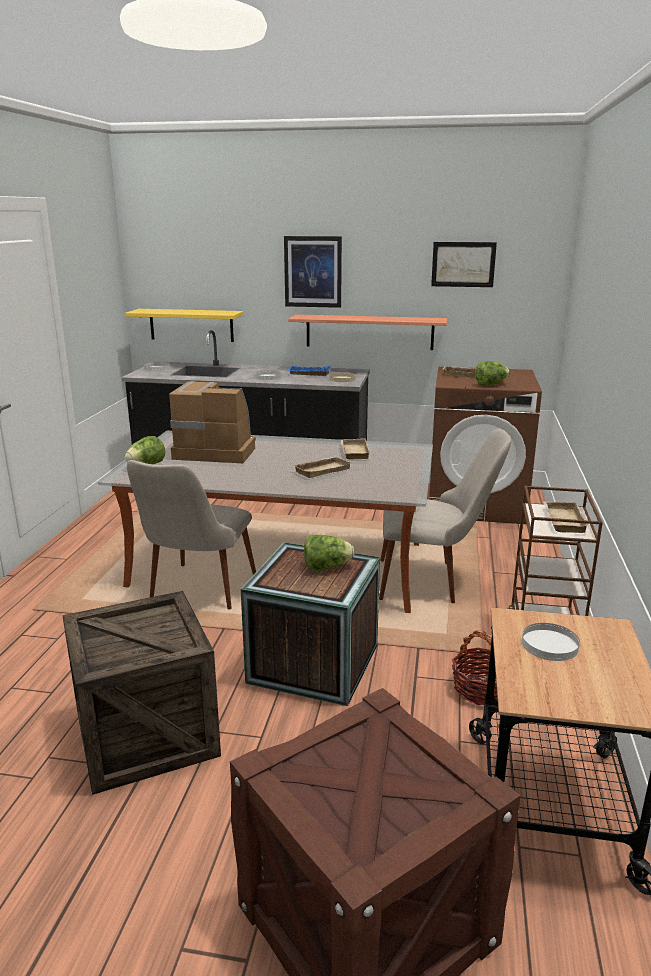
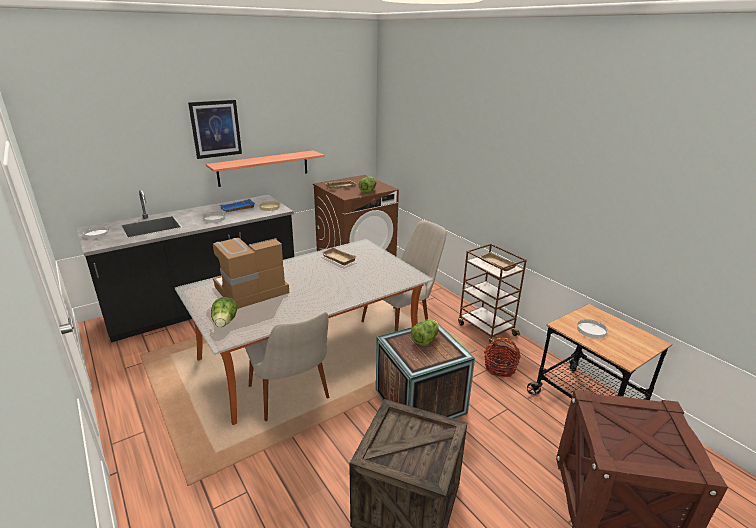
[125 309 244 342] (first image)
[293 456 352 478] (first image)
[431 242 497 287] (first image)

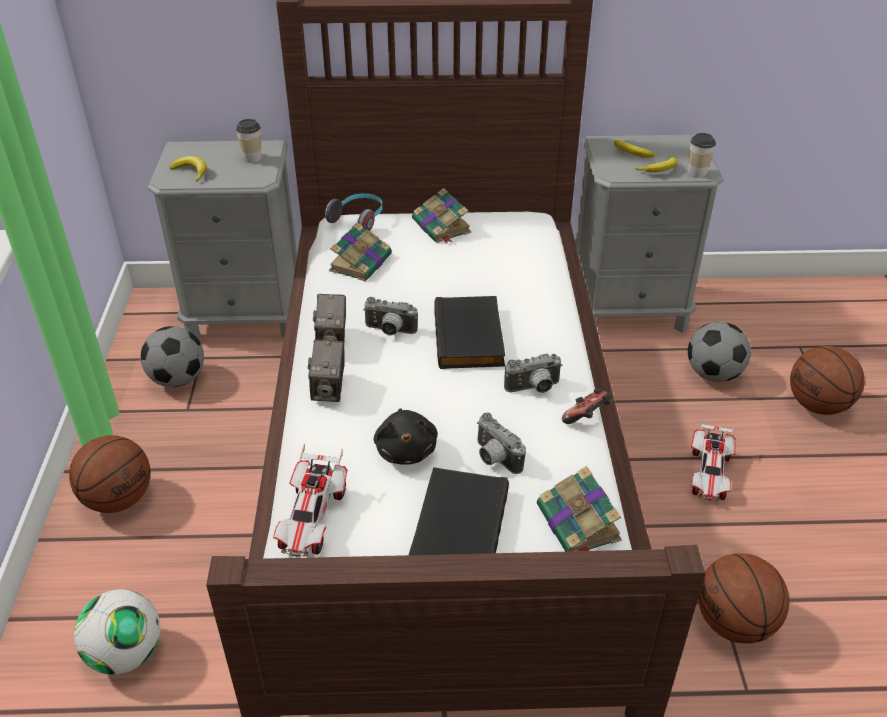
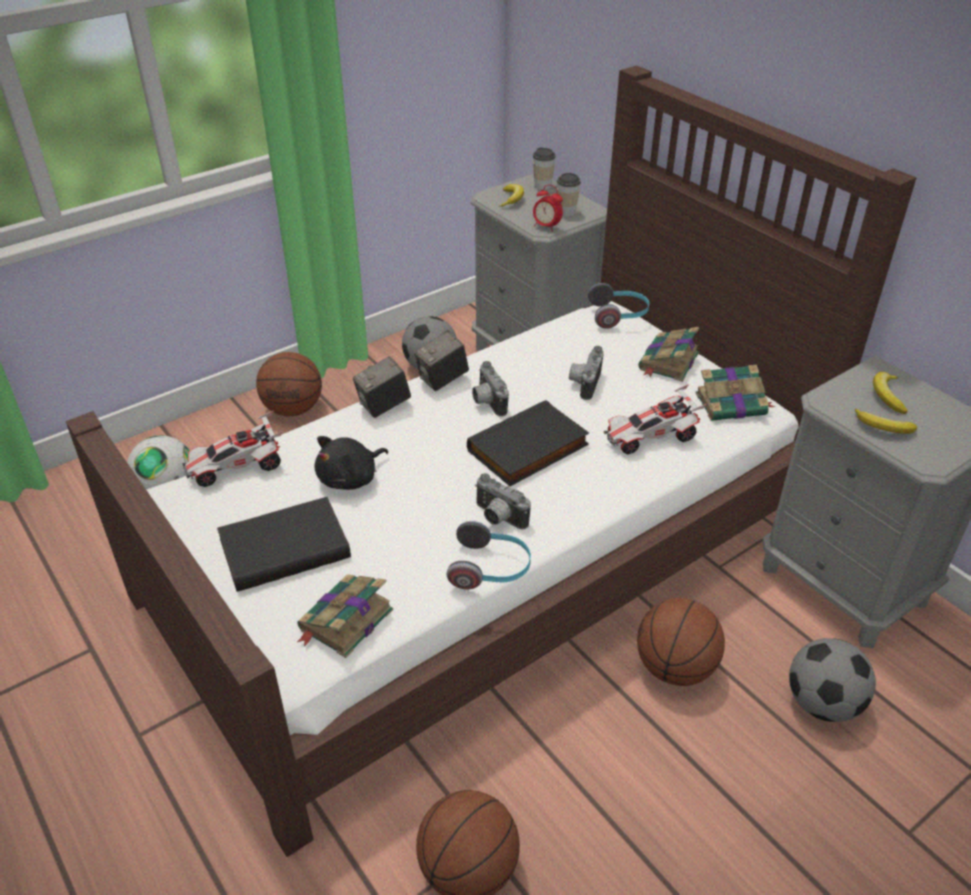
[695 364 775 421]
[569 346 604 400]
[447 521 531 590]
[533 147 556 190]
[604 384 706 454]
[637 598 725 686]
[533 185 563 232]

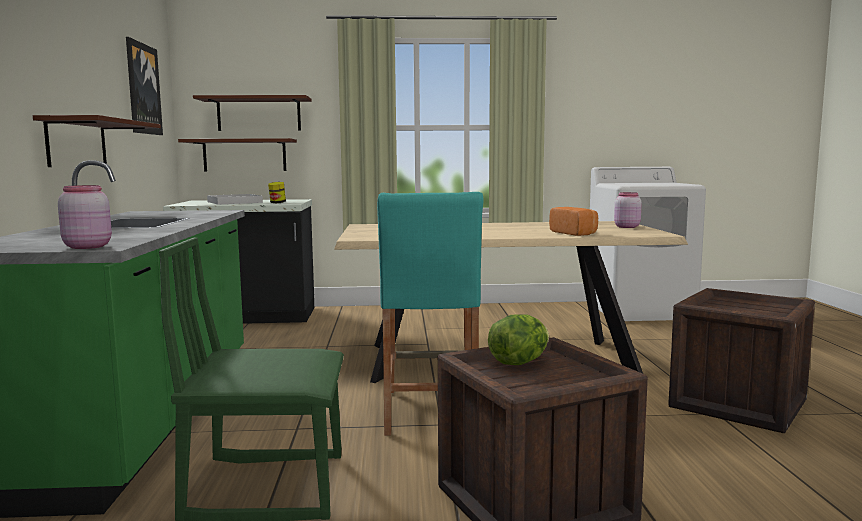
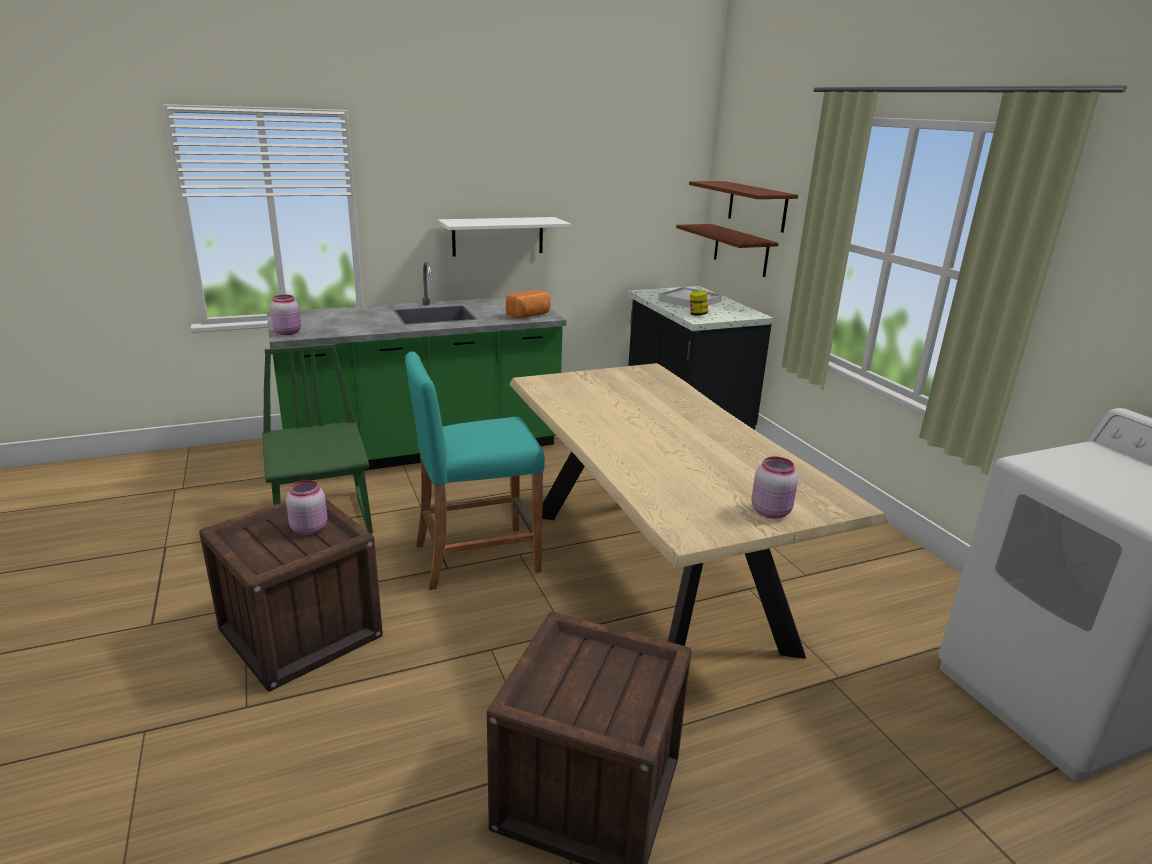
[438 217 571 256]
[126 37 163 135] (first image)
[286 480 328 535]
[506 290 551 318]

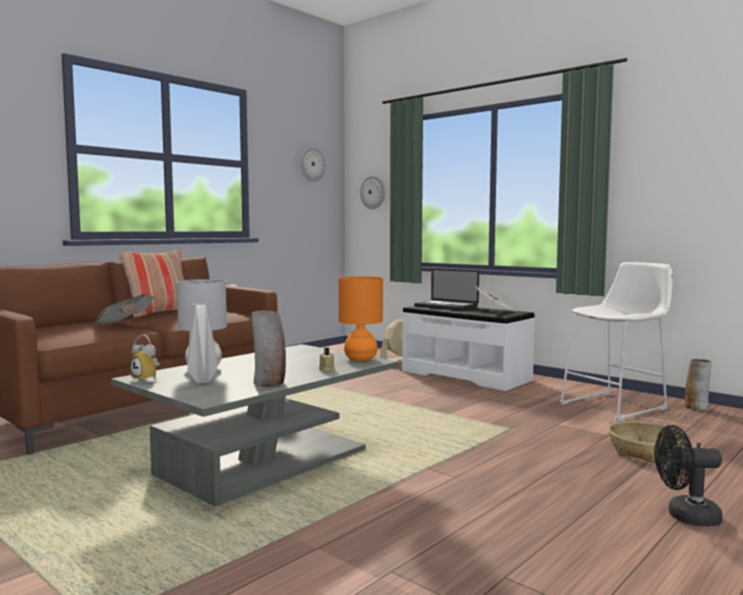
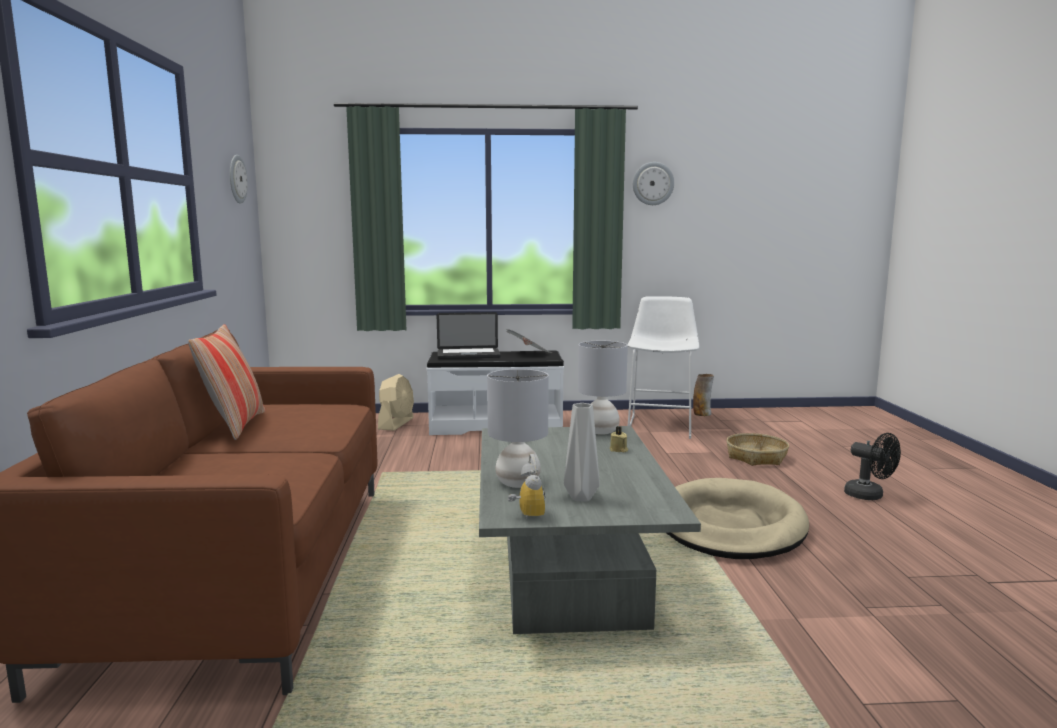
[95 294 154 323] (first image)
[508 454 545 520]
[252 310 286 387] (first image)
[578 341 628 435]
[633 162 674 205]
[844 433 901 500]
[666 478 809 559]

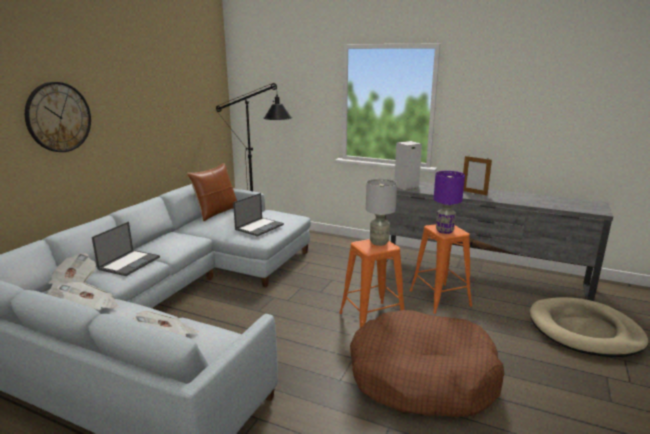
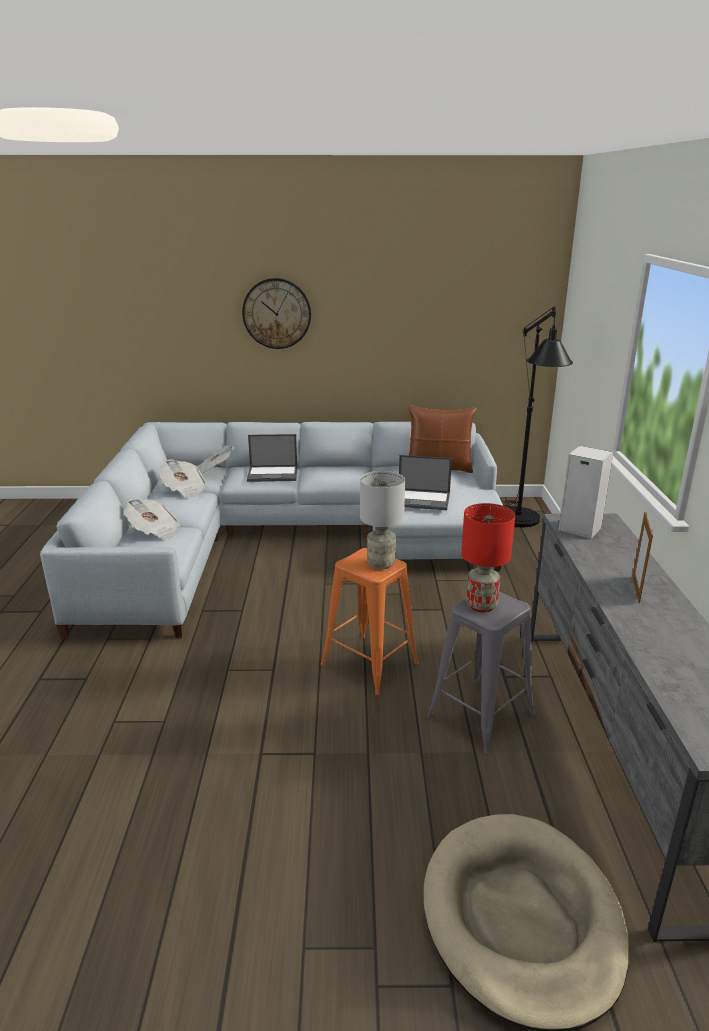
[350 310 504 417] (first image)
[427 591 535 754]
[461 503 515 612]

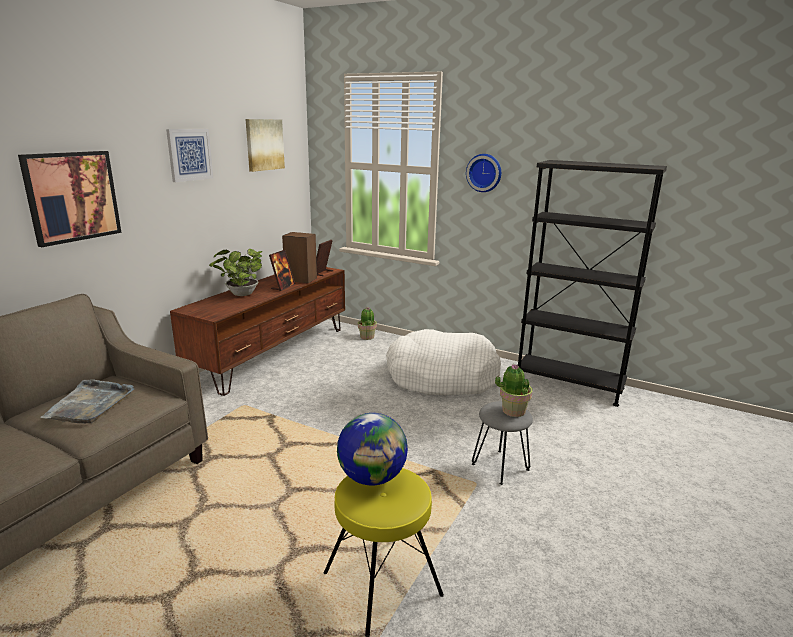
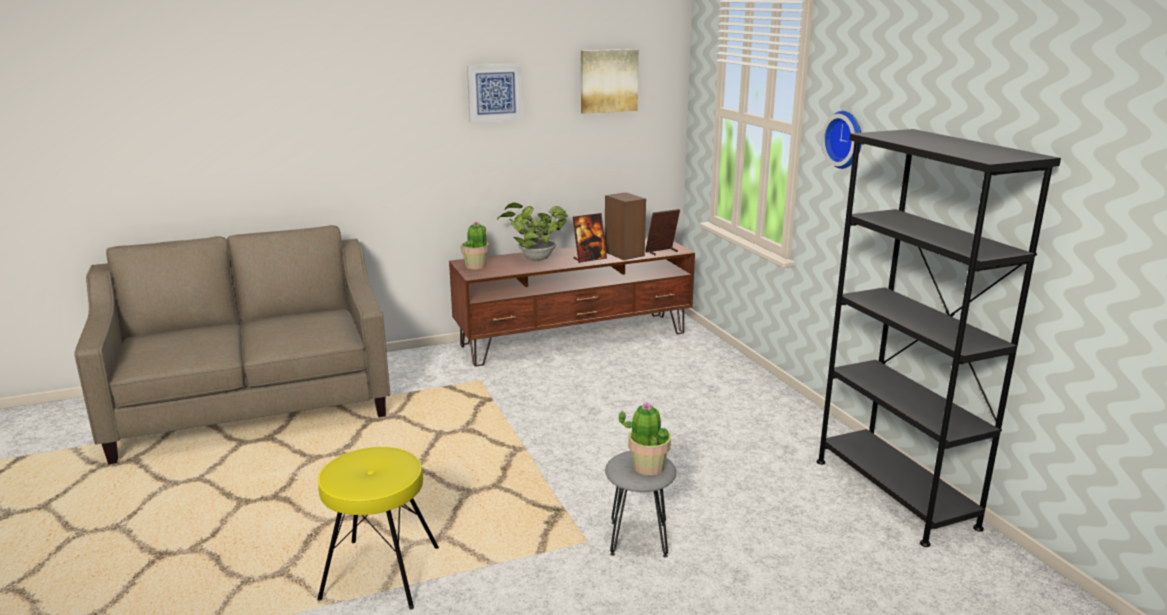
[18 151 122 247] (first image)
[40 379 134 423] (first image)
[337 413 408 486] (first image)
[461 221 489 269]
[386 329 501 396] (first image)

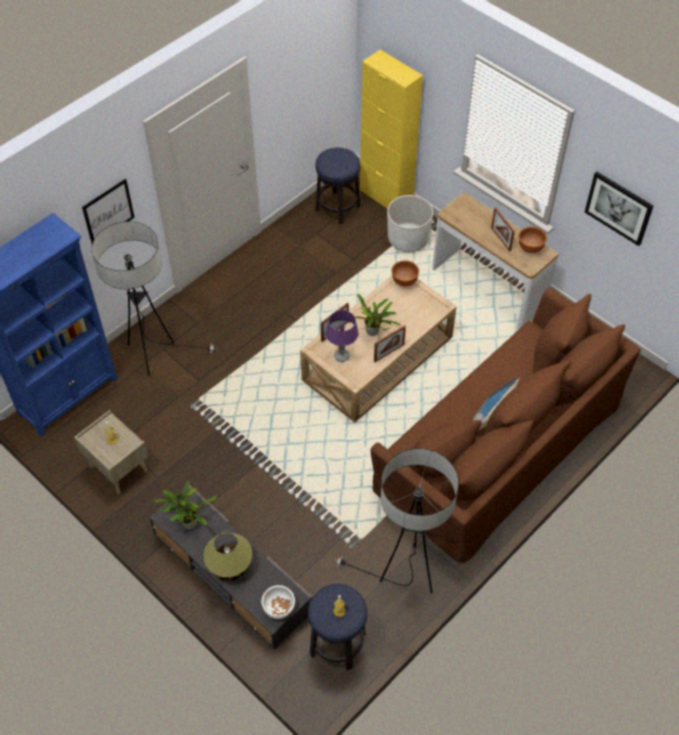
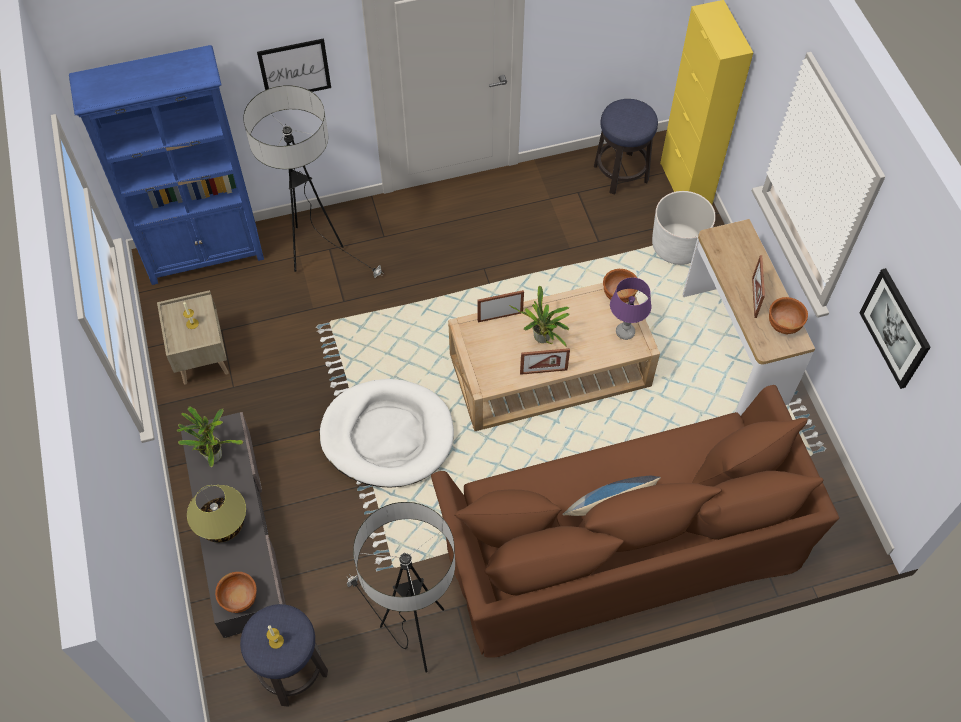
[215 572 257 613]
[610 277 651 340]
[320 379 454 487]

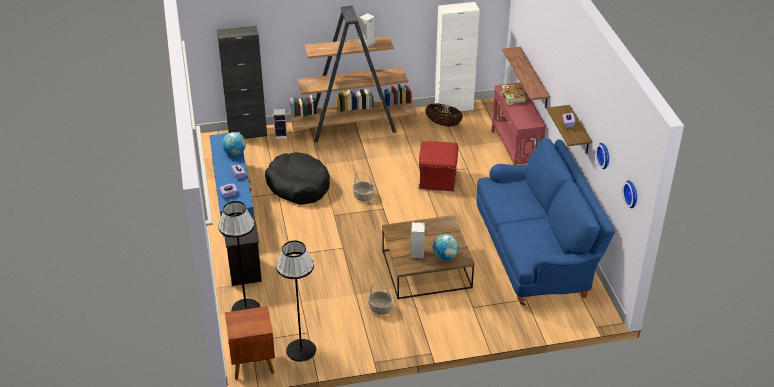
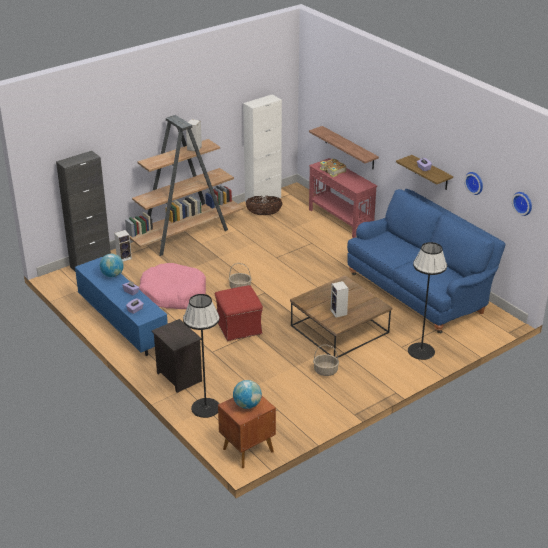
[139 263 206 309]
[408 242 447 360]
[215 285 263 341]
[233 380 262 409]

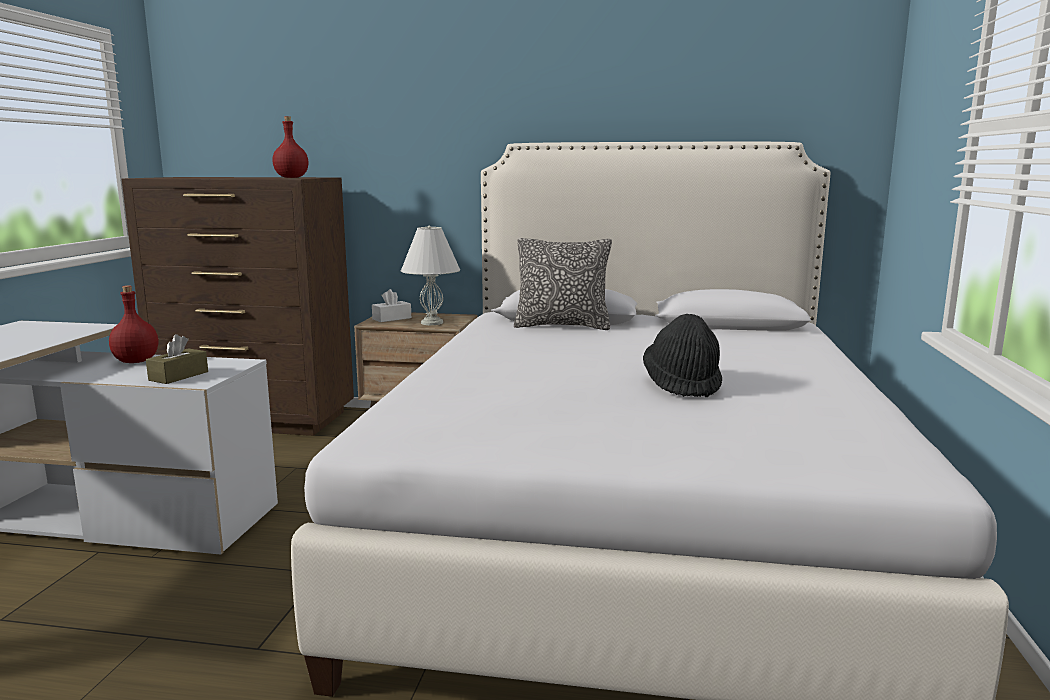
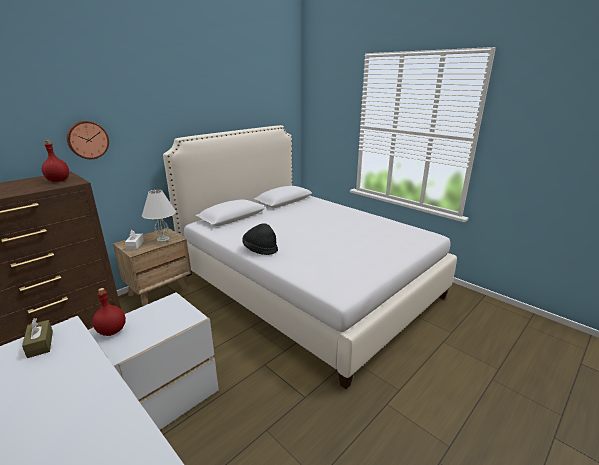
[22 318 53 358]
[514 238 612 330] (first image)
[242 223 278 255]
[67 121 109 159]

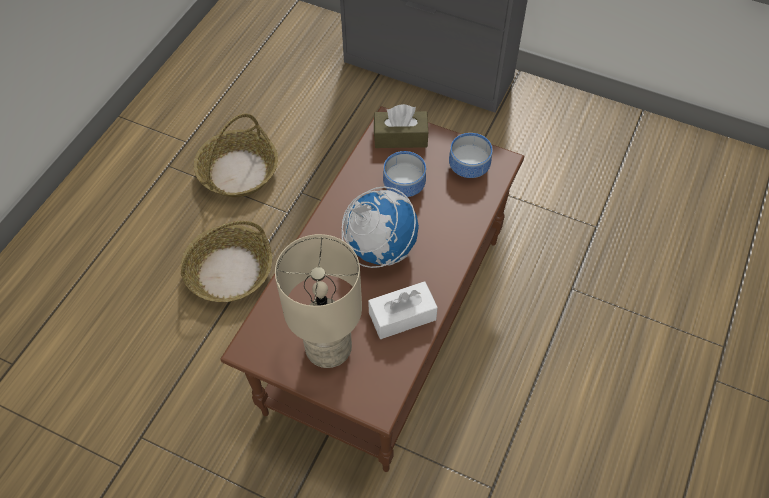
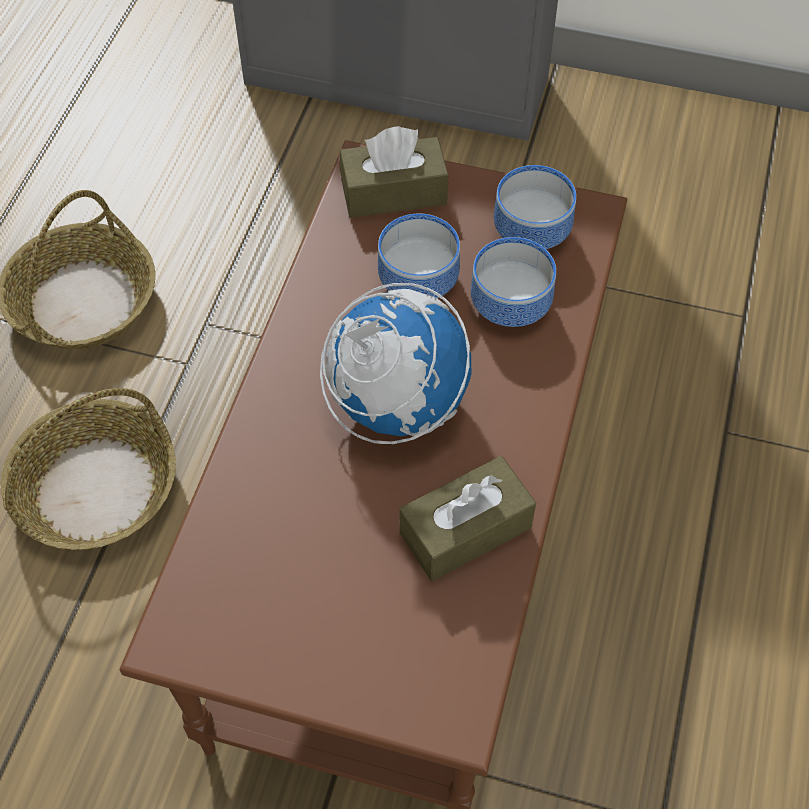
[275 234 362 368] (first image)
[399 456 536 581]
[471 237 556 327]

